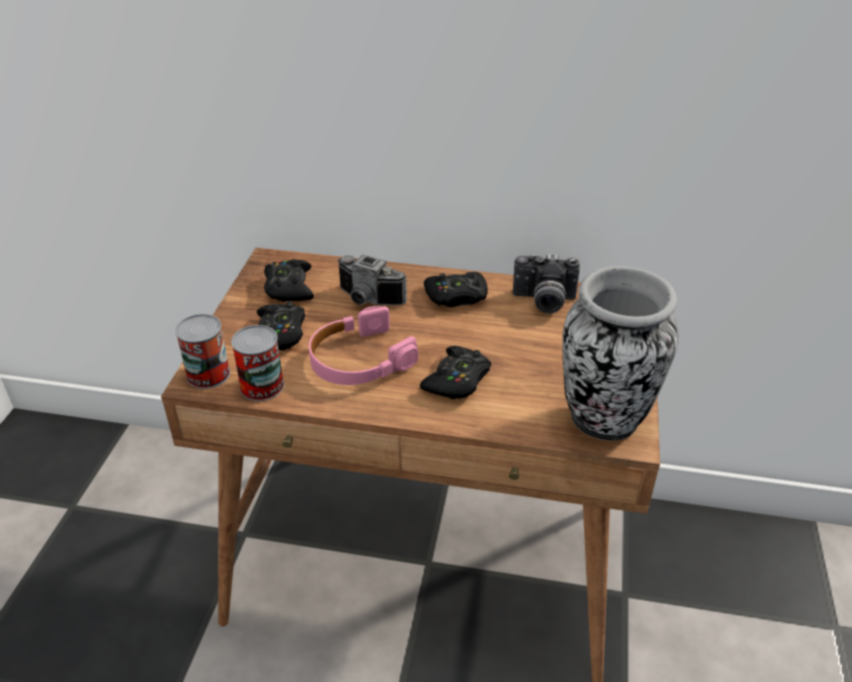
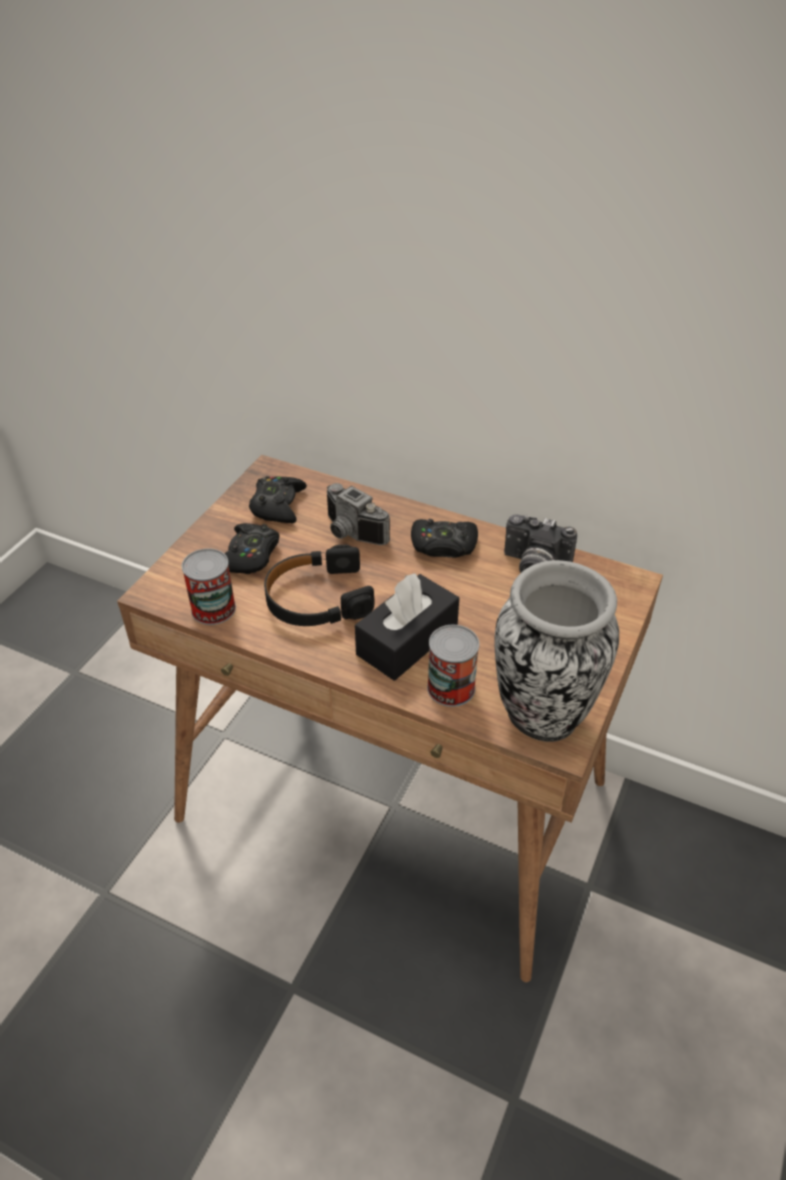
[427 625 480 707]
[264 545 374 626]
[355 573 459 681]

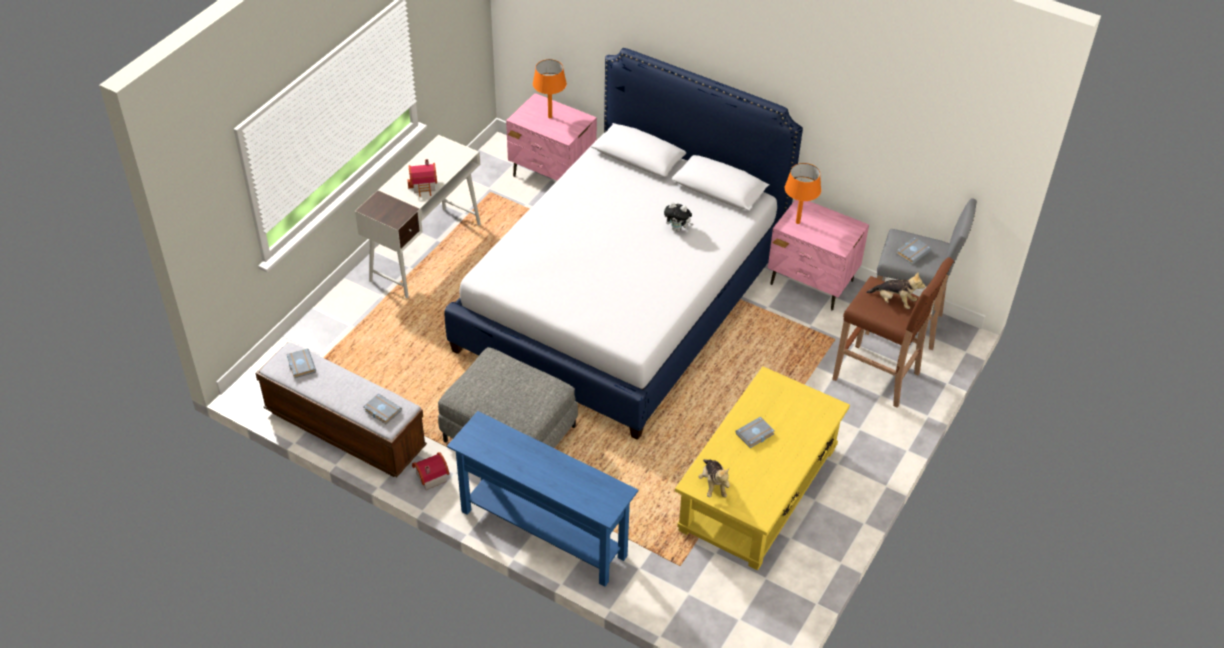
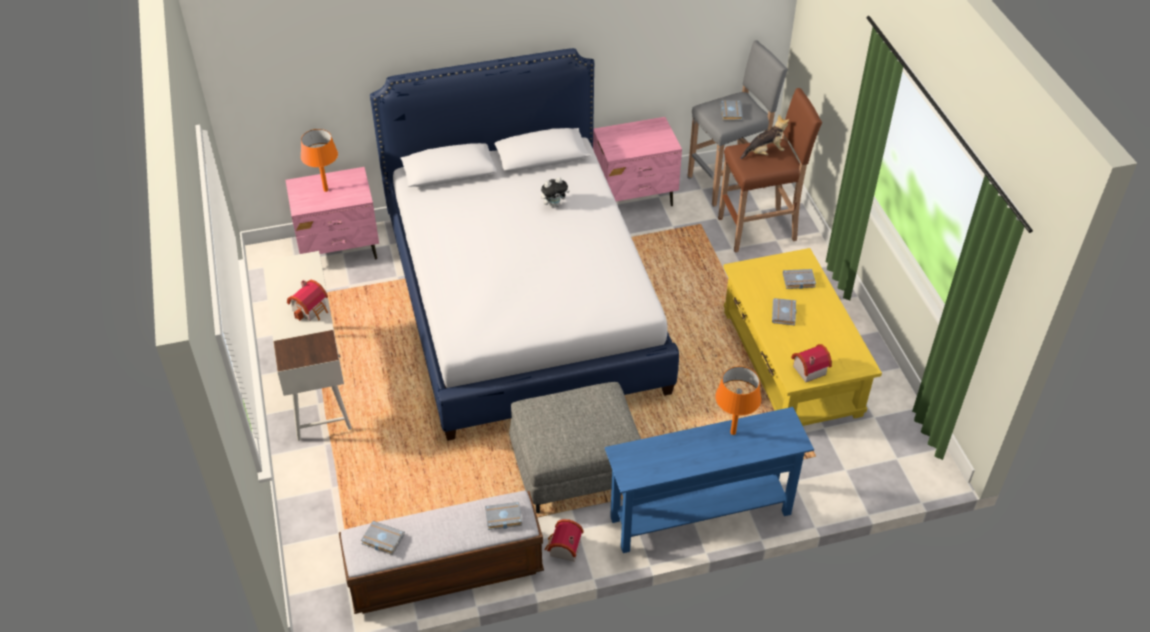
[791 344 832 382]
[715 366 761 435]
[783 269 816 289]

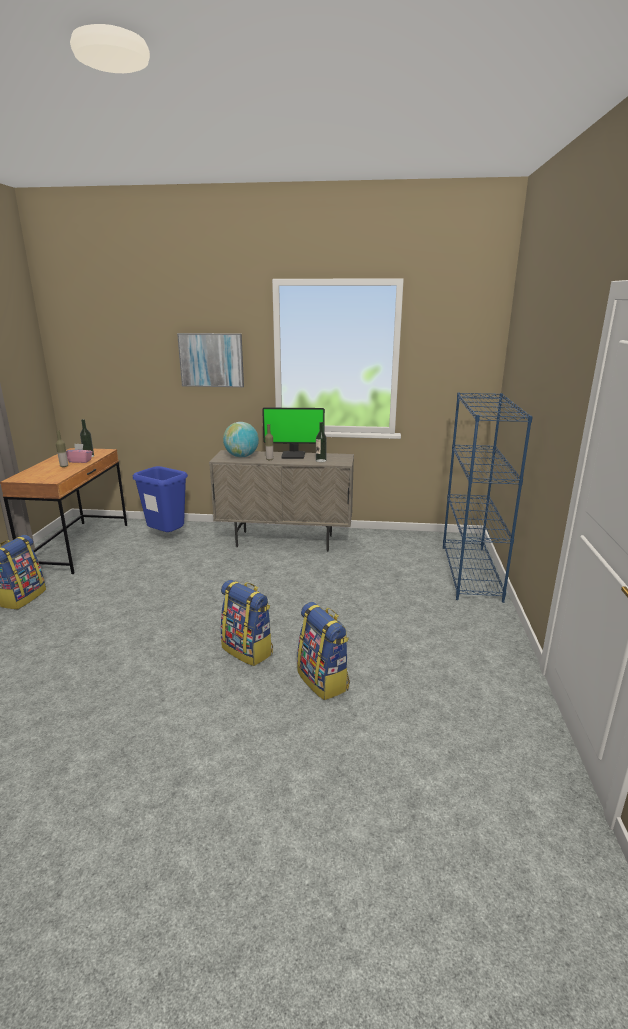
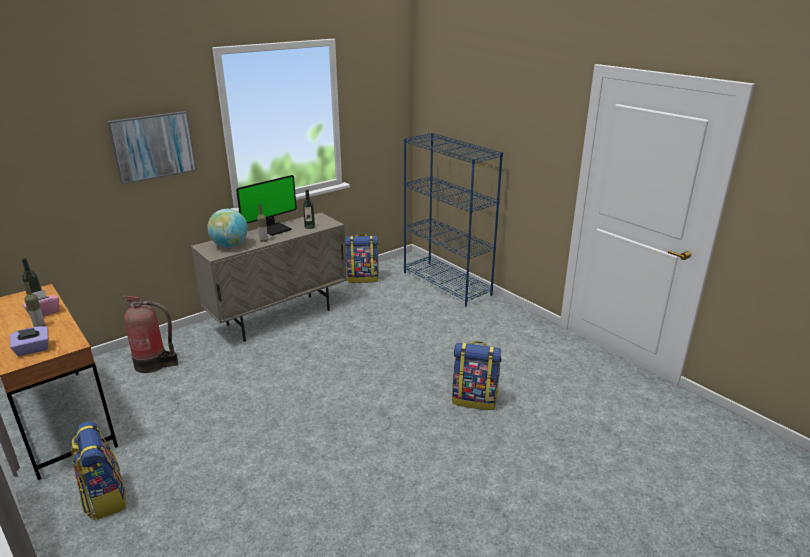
[123 295 178 373]
[345 234 379 283]
[10 326 49 356]

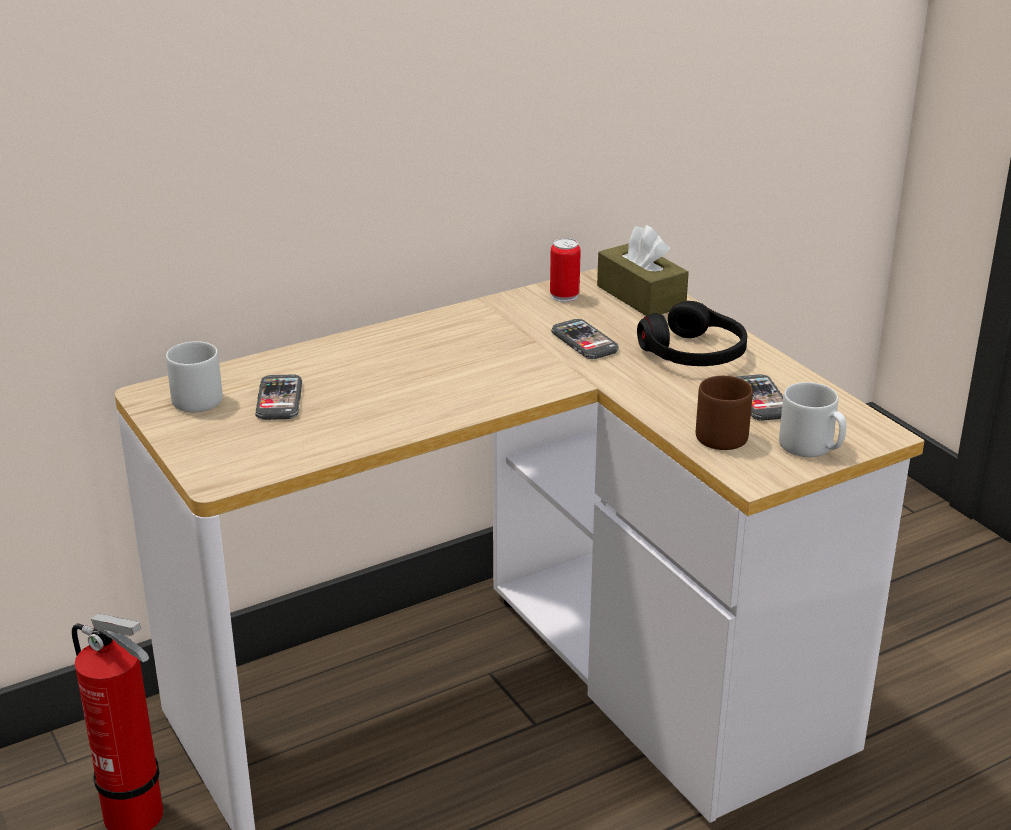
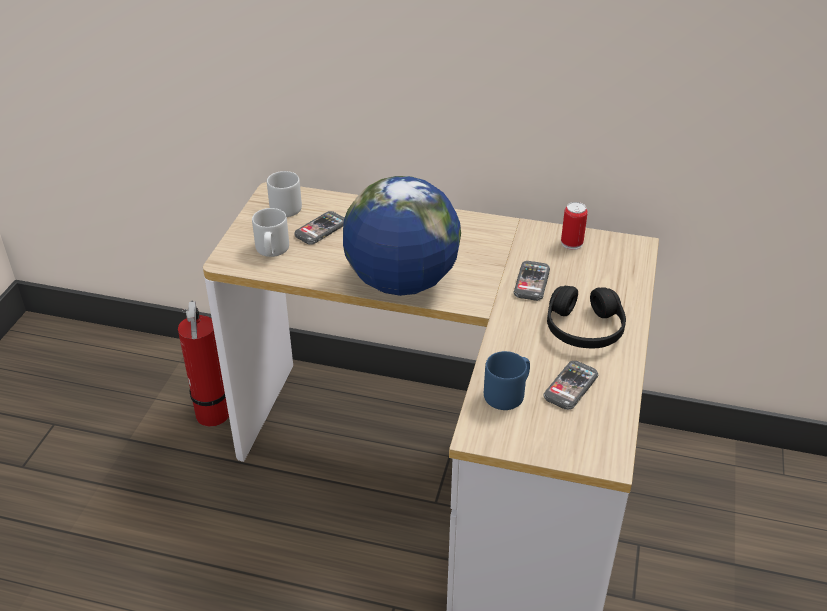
[597 225 689 316] (first image)
[484 351 530 410]
[252 208 289 257]
[343 176 461 296]

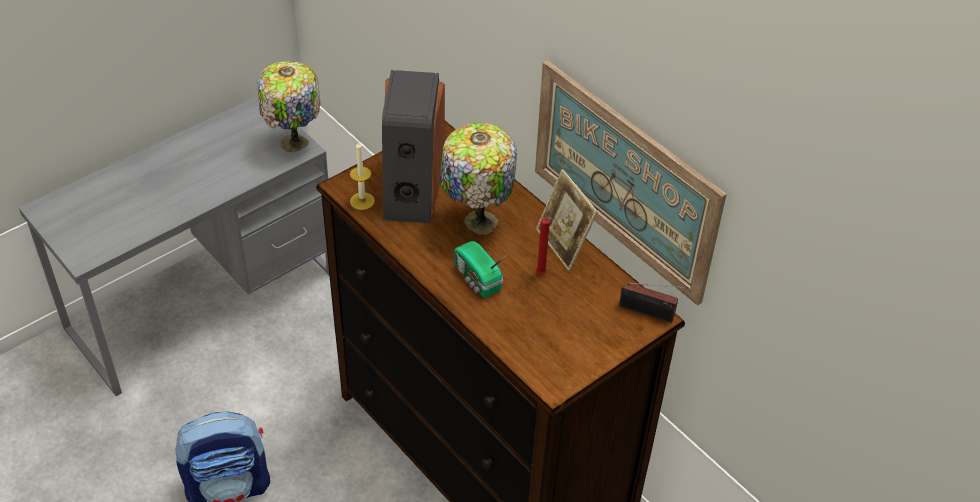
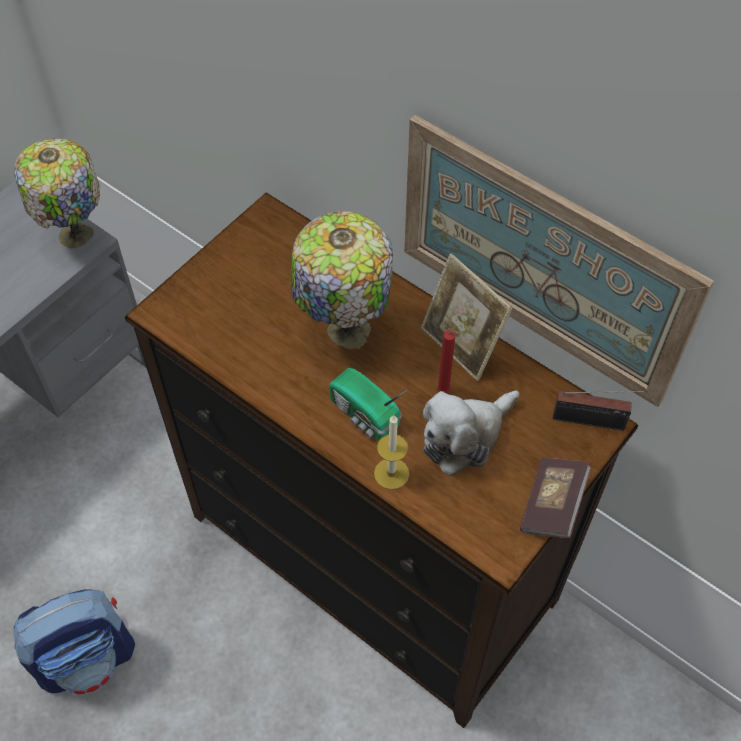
[374 415 409 490]
[382 70 445 223] (first image)
[423 391 520 476]
[520 458 591 538]

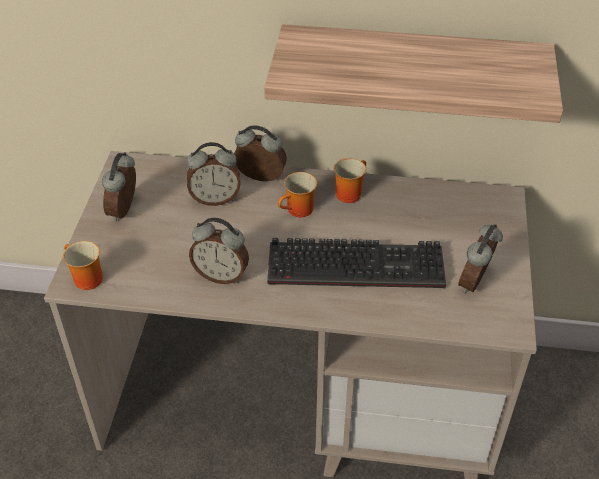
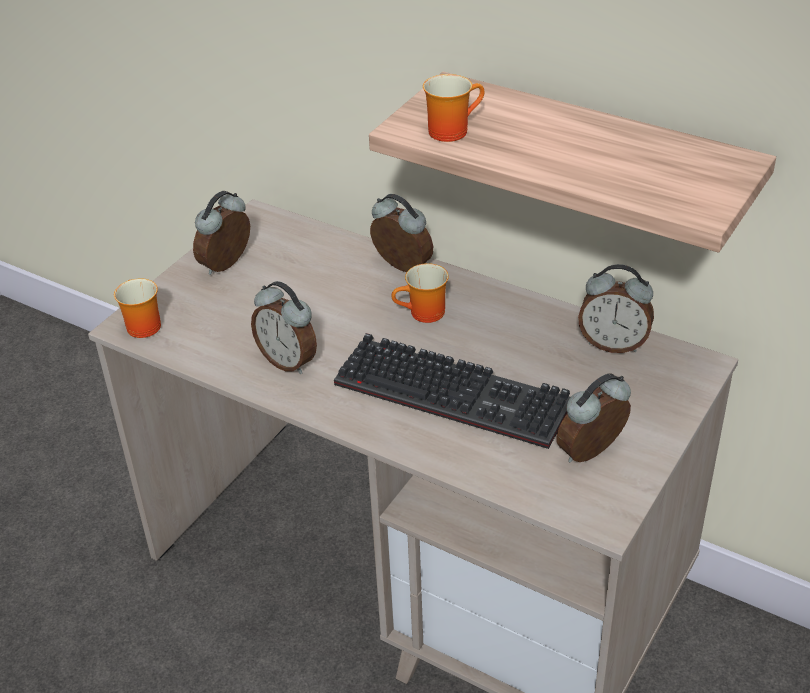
[578 264 654 353]
[423 74 484 142]

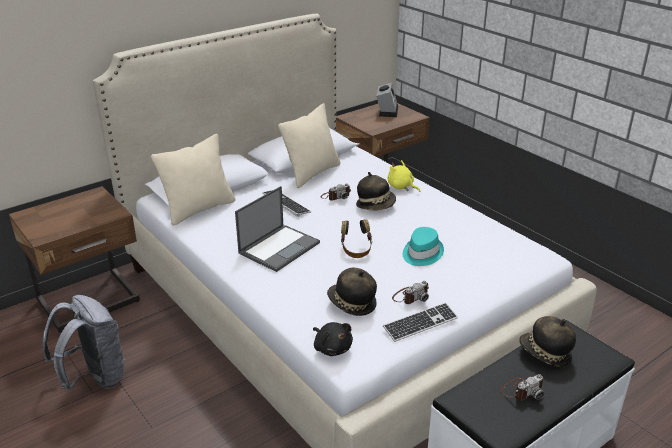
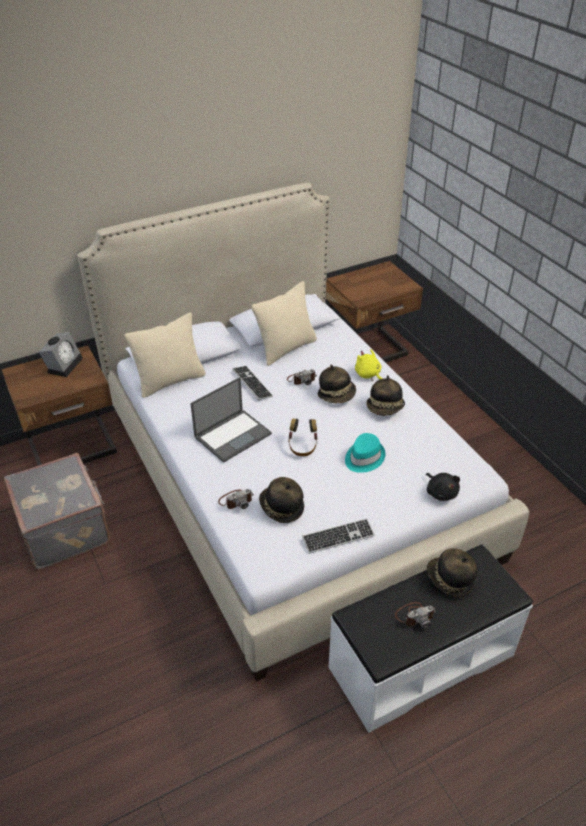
[4 453 110 569]
[426 473 460 501]
[39 332 83 377]
[218 489 254 509]
[367 375 405 416]

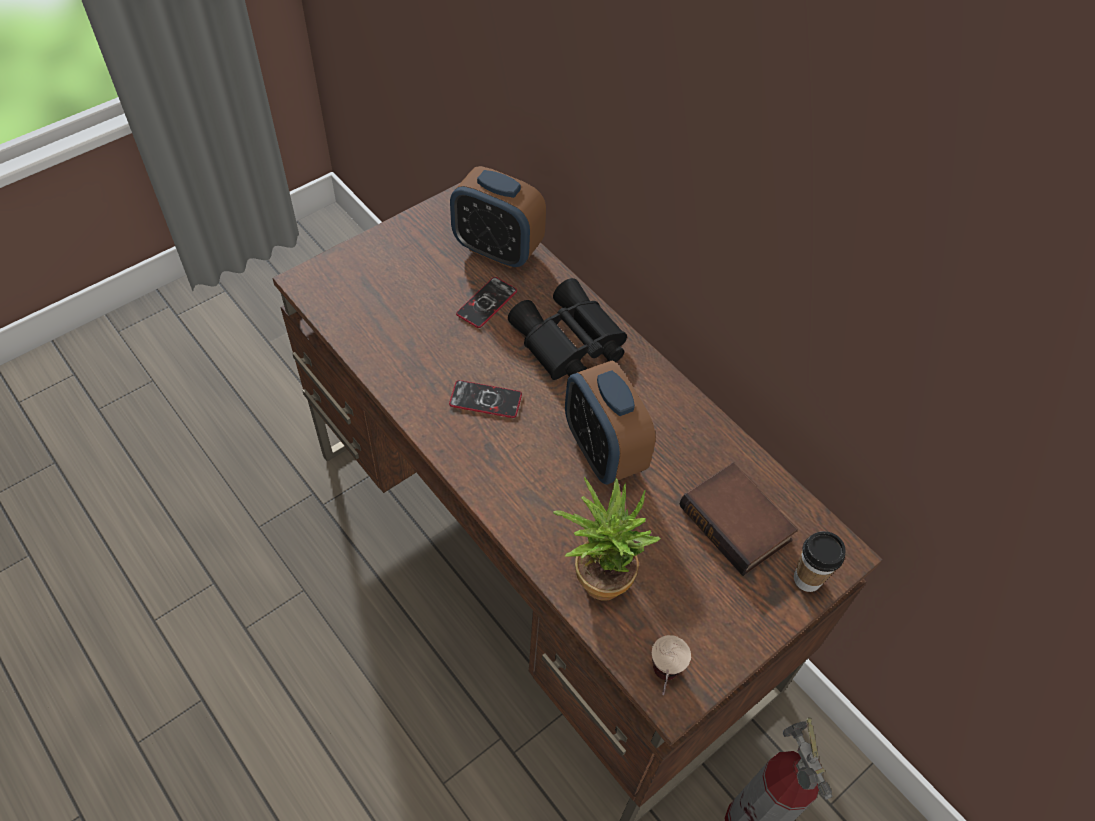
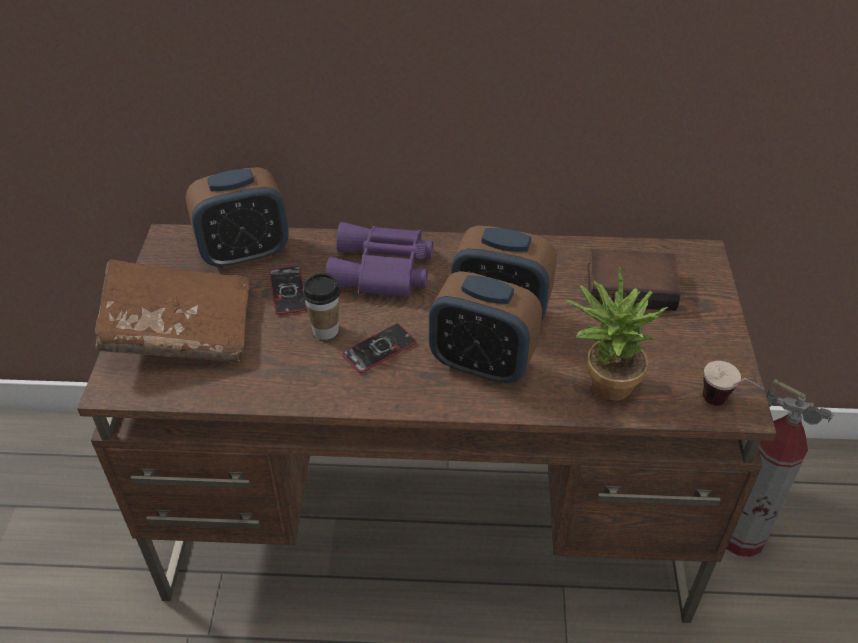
[325 222 433 298]
[302 273 340 340]
[95 259 250 363]
[429 271 542 385]

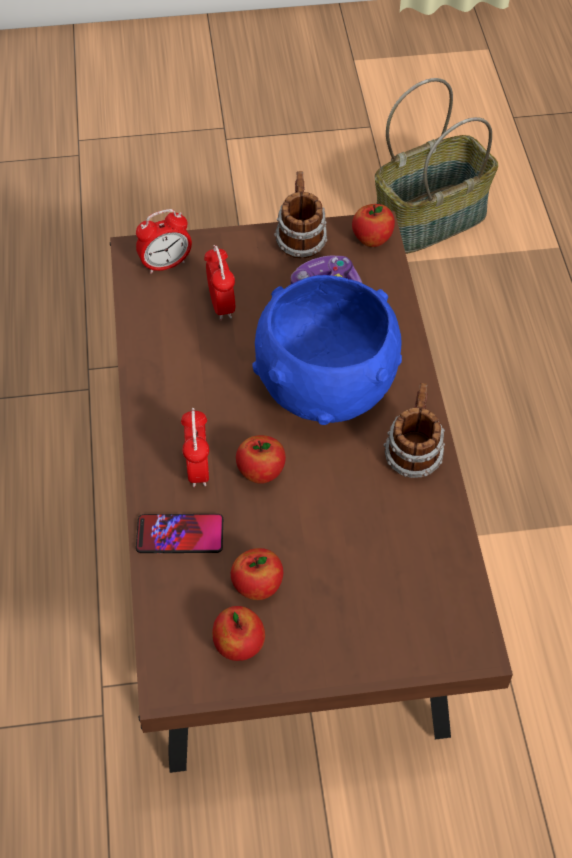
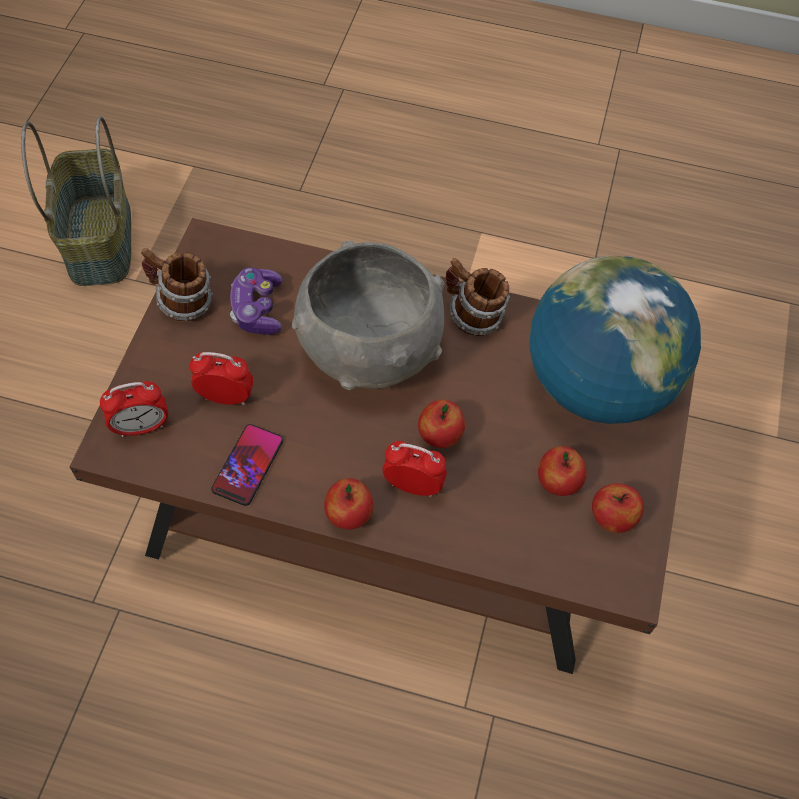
[100 381 168 437]
[211 424 283 506]
[292 240 445 390]
[324 478 373 529]
[529 256 701 424]

